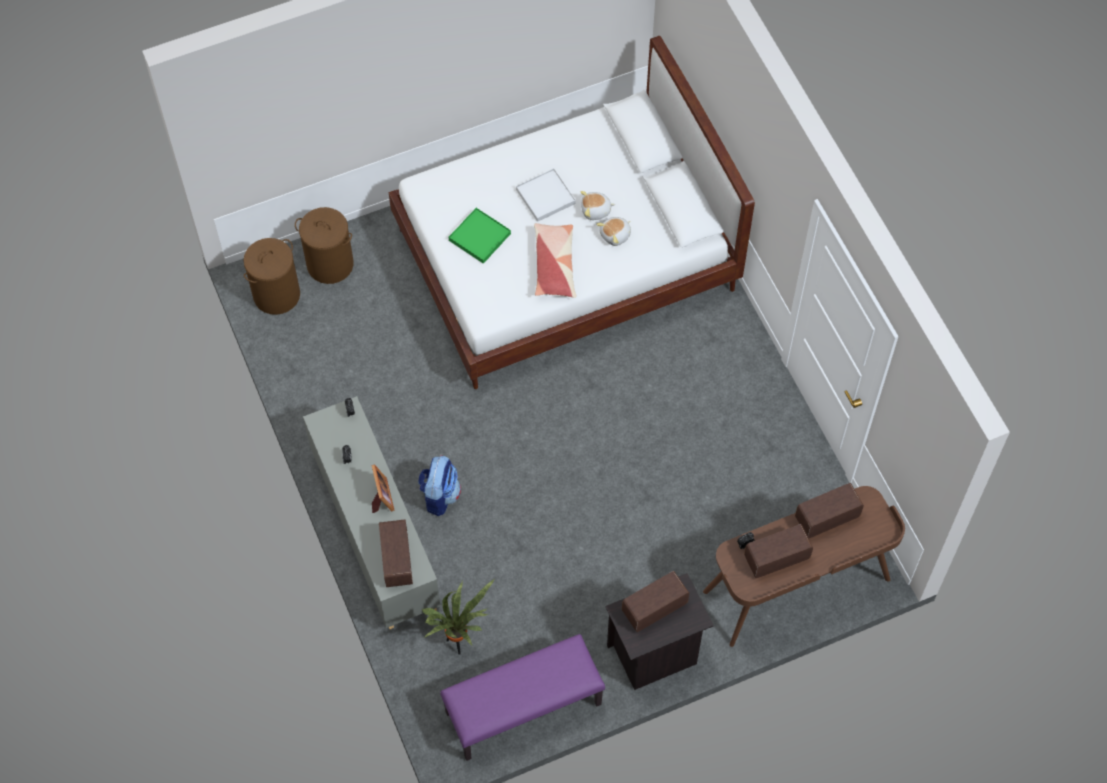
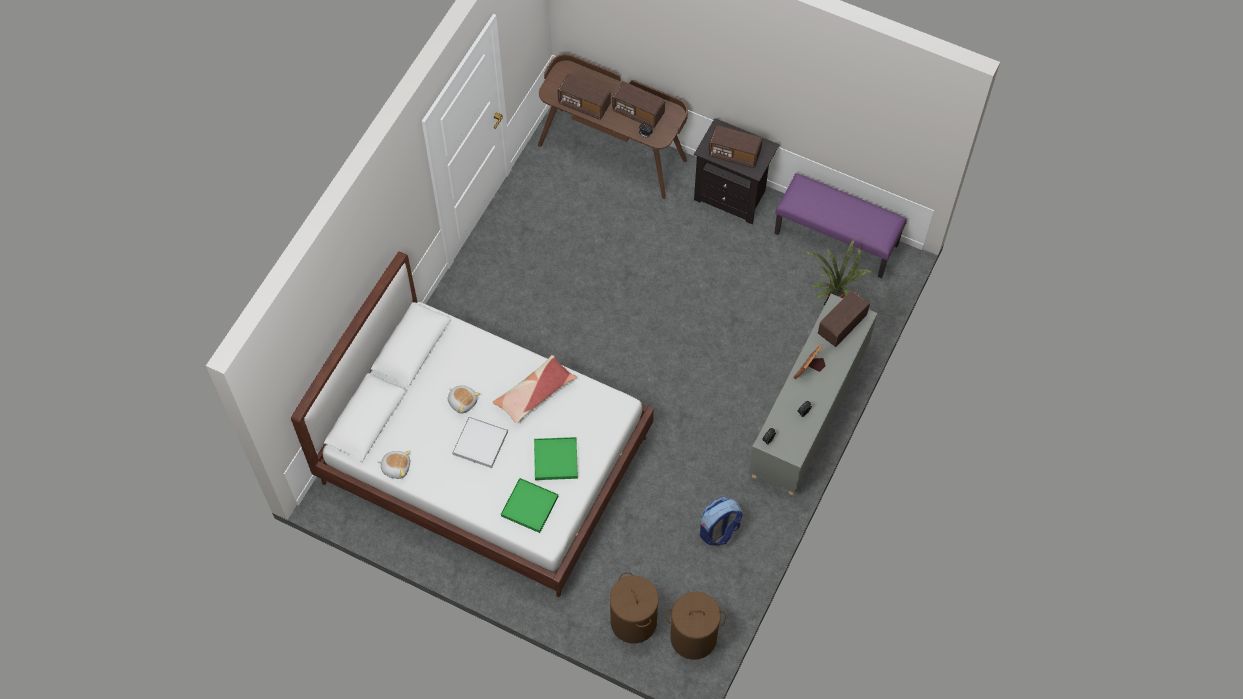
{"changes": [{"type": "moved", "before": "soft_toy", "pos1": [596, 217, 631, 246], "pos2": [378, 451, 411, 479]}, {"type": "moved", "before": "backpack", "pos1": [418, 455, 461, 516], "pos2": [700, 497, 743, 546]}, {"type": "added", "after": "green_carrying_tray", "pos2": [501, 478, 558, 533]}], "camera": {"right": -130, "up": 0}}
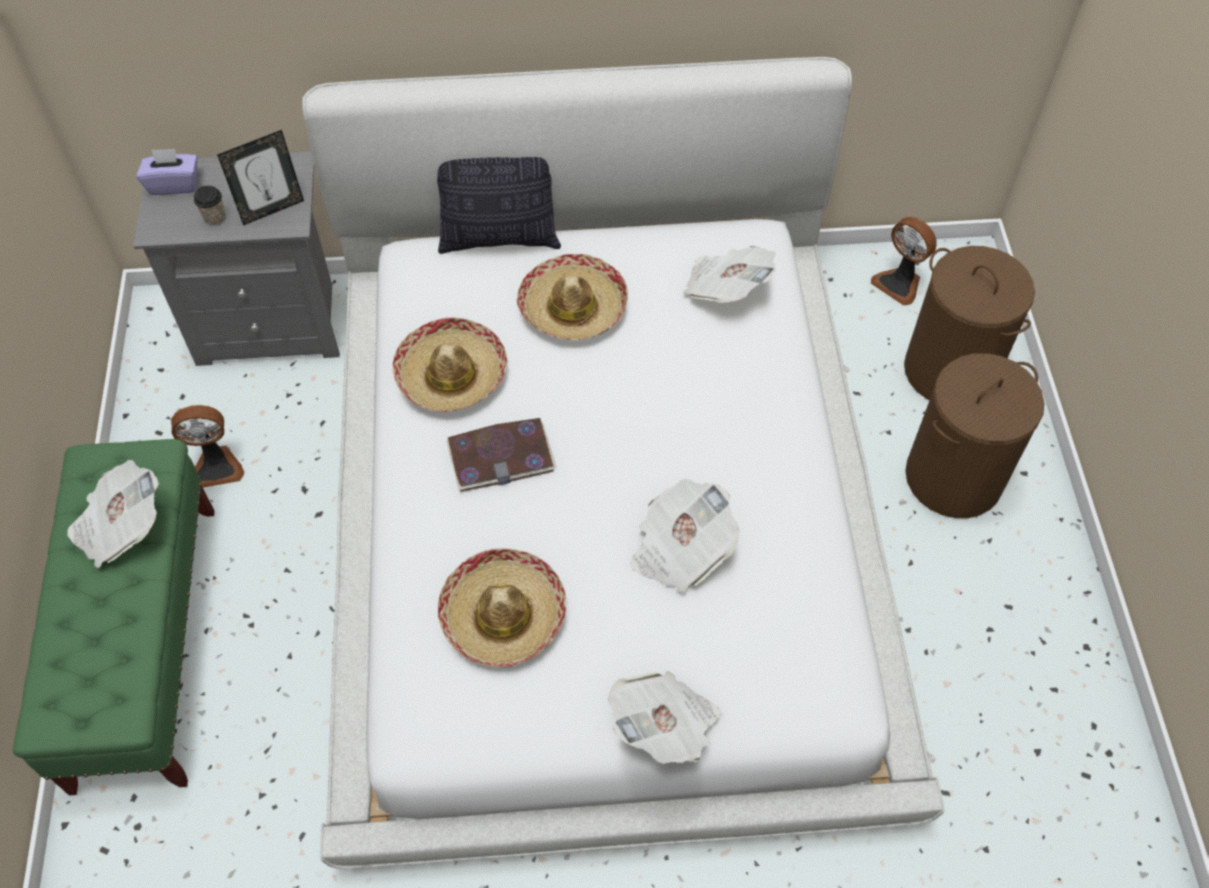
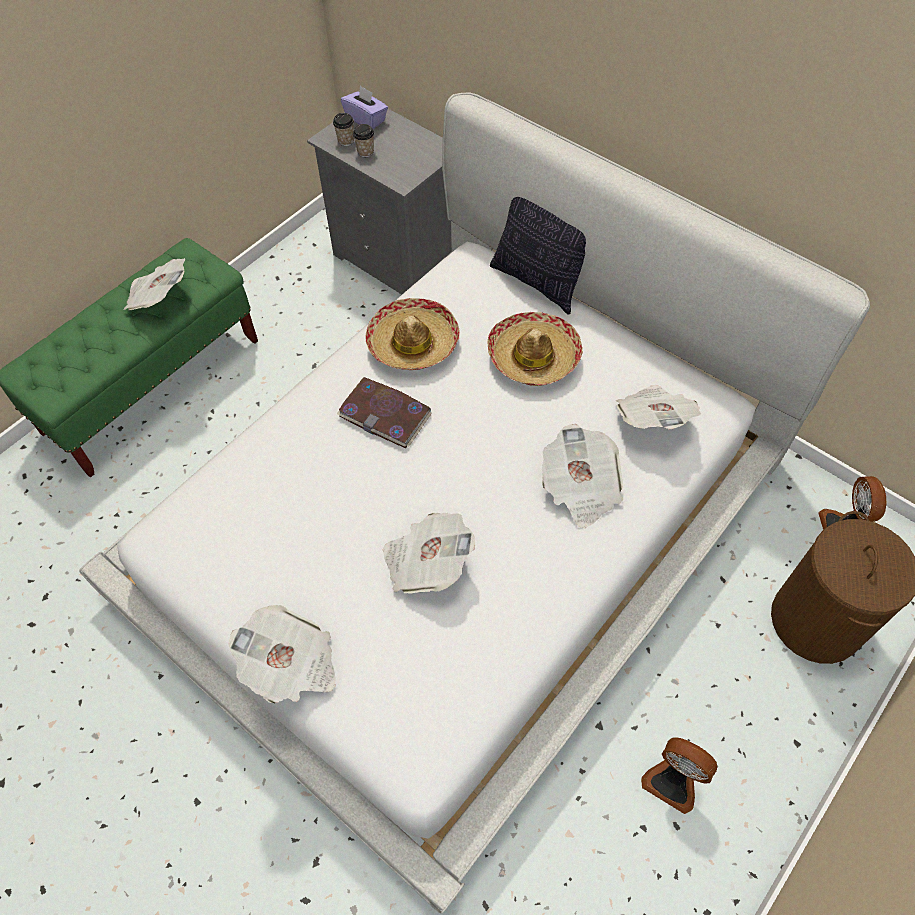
{"changes": [{"type": "removed", "before": "standing_frame", "pos1": [217, 130, 304, 226]}, {"type": "removed", "before": "brownish_laundry_basket", "pos1": [905, 353, 1044, 518]}, {"type": "moved", "before": "electric_fan", "pos1": [171, 405, 244, 487], "pos2": [641, 737, 717, 814]}, {"type": "removed", "before": "clothing_hat", "pos1": [438, 548, 567, 667]}, {"type": "added", "after": "small_cup", "pos2": [333, 113, 354, 146]}, {"type": "added", "after": "printed_paper", "pos2": [542, 424, 623, 528]}], "camera": {"right": 45, "up": 0}}
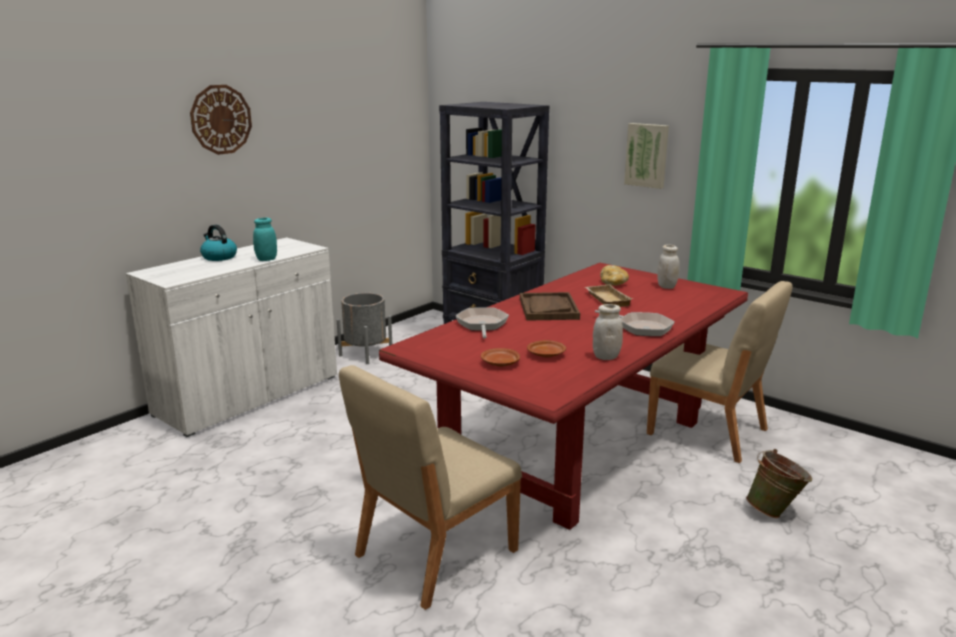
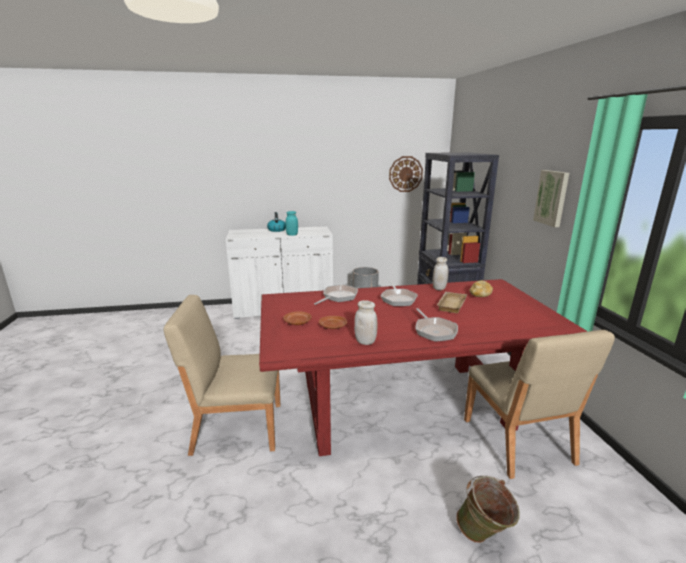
{"changes": [{"type": "moved", "before": "clock_on_the_wall", "pos1": [190, 85, 252, 155], "pos2": [389, 156, 423, 192]}, {"type": "moved", "before": "whitish_storage_jar", "pos1": [657, 245, 679, 289], "pos2": [432, 257, 448, 291]}, {"type": "replaced", "before": "brownish_carrying_tray", "after": "frying_pan", "pos1": [520, 292, 580, 321], "pos2": [380, 282, 418, 306]}], "camera": {"right": 40, "up": 0}}
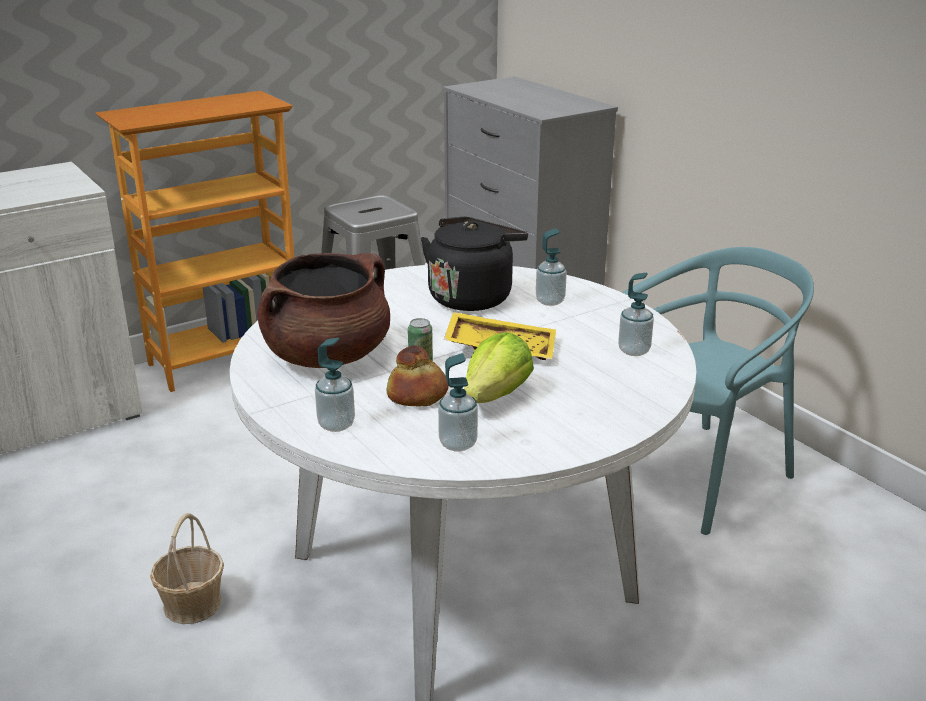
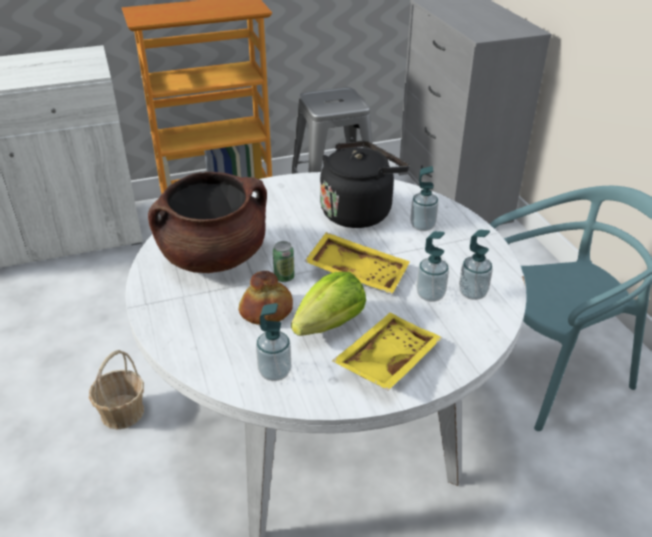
{"changes": [{"type": "moved", "before": "soap_dispenser", "pos1": [315, 338, 355, 432], "pos2": [416, 231, 449, 302]}, {"type": "added", "after": "yellow-coloured_carrying_tray", "pos2": [332, 312, 442, 390]}], "camera": {"right": 15, "up": 10}}
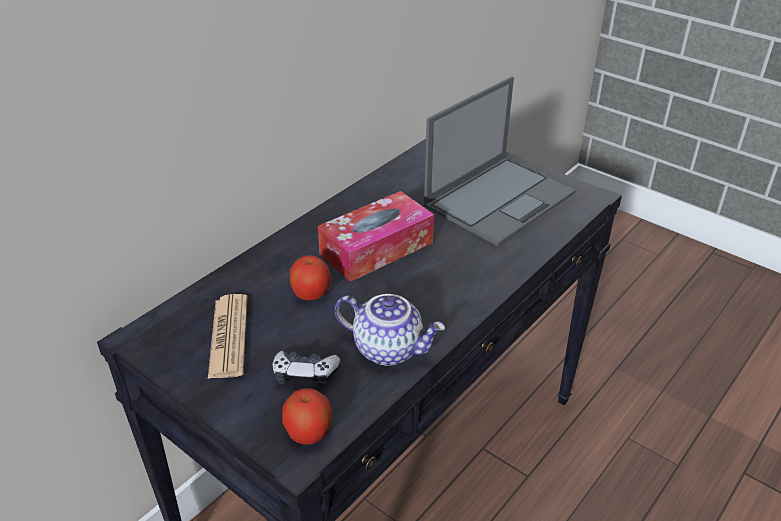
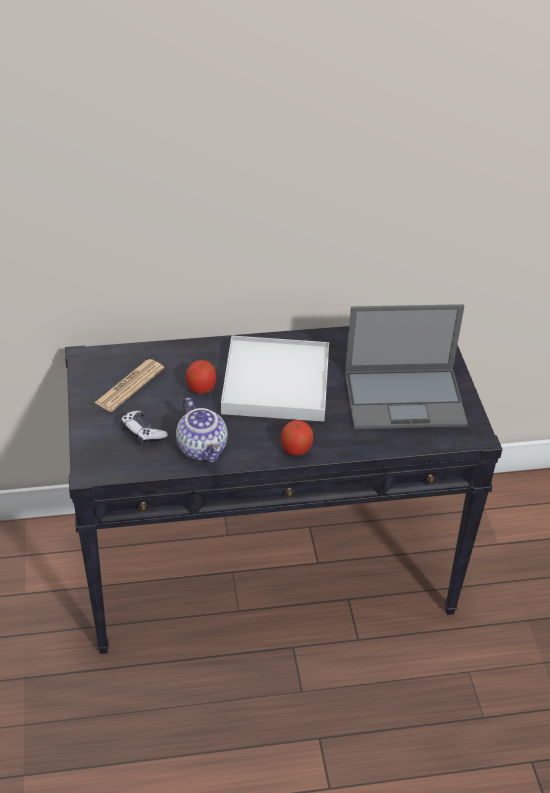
{"changes": [{"type": "replaced", "before": "tissue_holder", "after": "whitish_carrying_tray", "pos1": [318, 191, 434, 282], "pos2": [221, 336, 329, 422]}, {"type": "moved", "before": "apple", "pos1": [282, 388, 332, 445], "pos2": [281, 420, 313, 456]}], "camera": {"right": 40, "up": 5}}
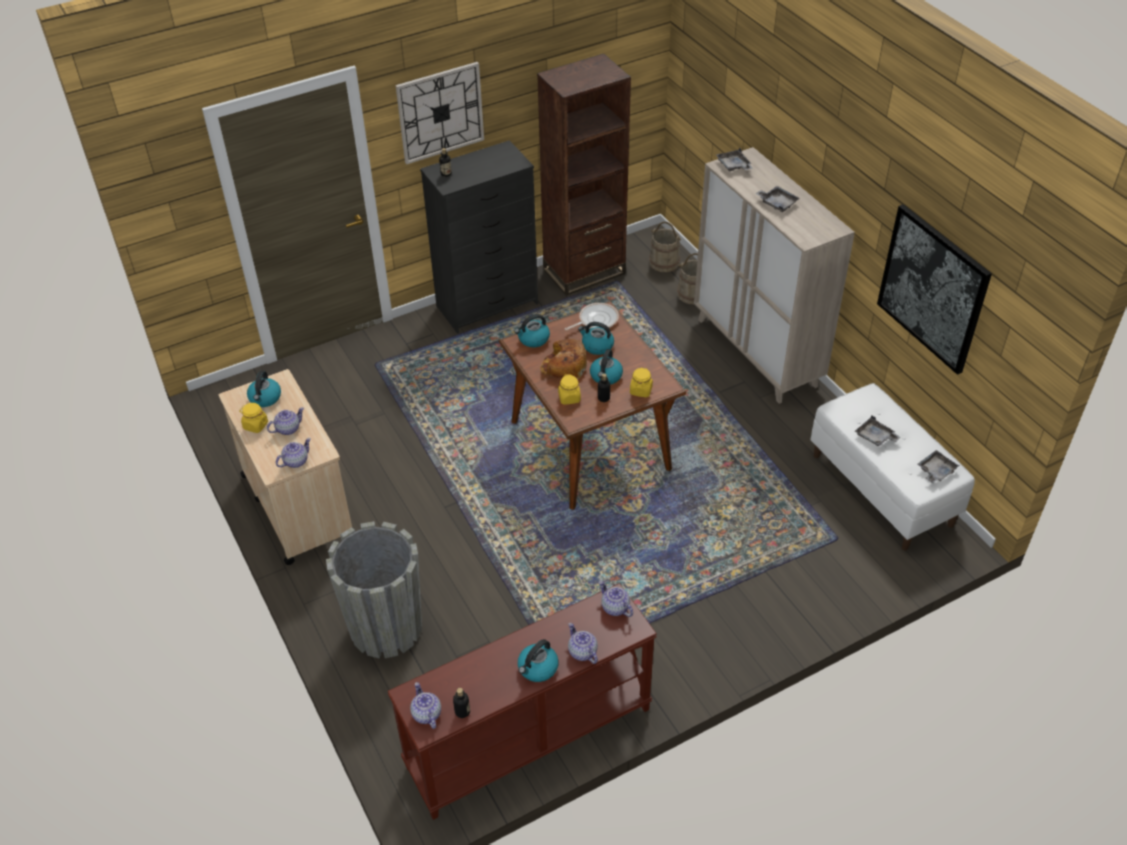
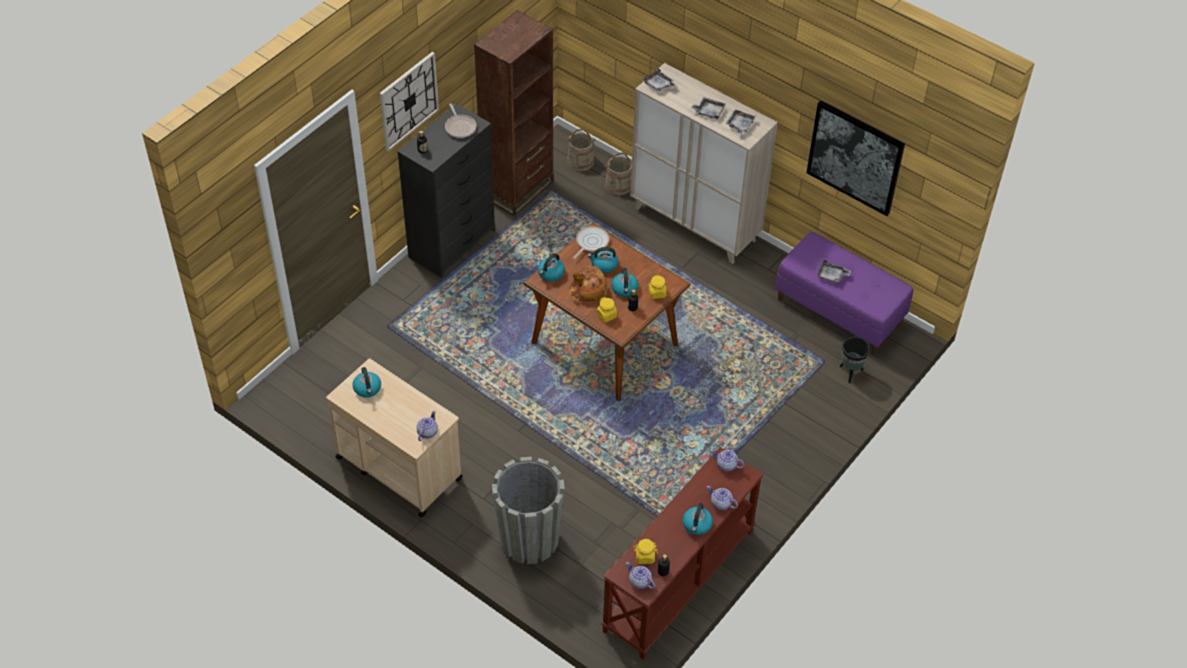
{"changes": [{"type": "recoloured", "before": "whitish_bench", "after": "purplish_bench", "pos1": [810, 383, 975, 551], "pos2": [775, 232, 913, 355]}, {"type": "moved", "before": "yellow-coloured_storage_jar", "pos1": [239, 403, 268, 433], "pos2": [633, 539, 658, 564]}, {"type": "removed", "before": "pot_for_tea", "pos1": [267, 407, 304, 435]}, {"type": "moved", "before": "gray_carrying_tray", "pos1": [918, 450, 959, 483], "pos2": [726, 109, 755, 134]}, {"type": "added", "after": "frying_pan", "pos2": [445, 103, 476, 138]}, {"type": "added", "after": "blackish_planter", "pos2": [840, 337, 870, 383]}], "camera": {"right": -25, "up": 5}}
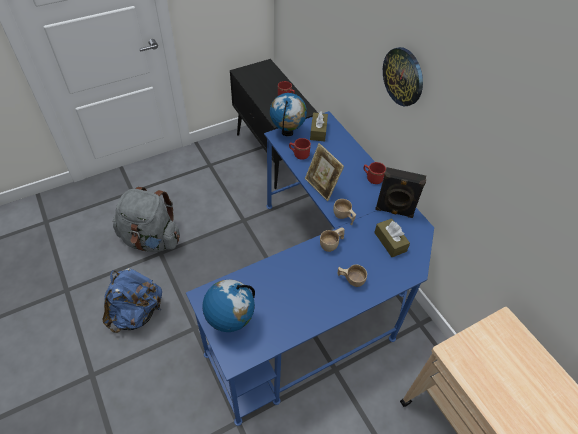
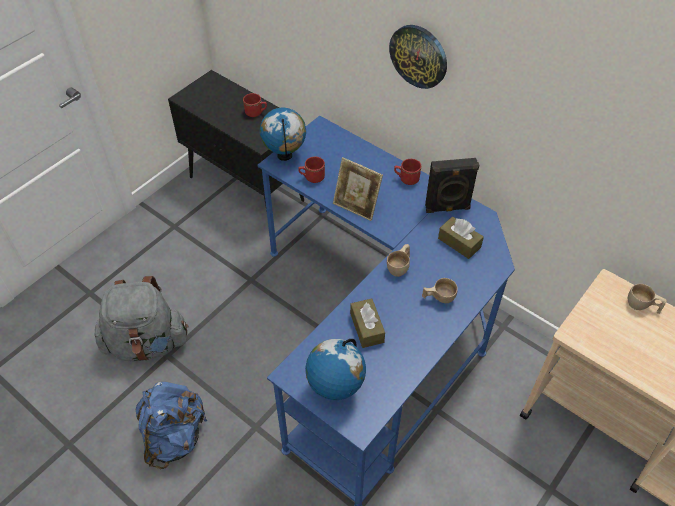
{"changes": [{"type": "moved", "before": "brownish_tissue_holder", "pos1": [310, 111, 328, 141], "pos2": [350, 298, 385, 348]}, {"type": "moved", "before": "beige_small_cup", "pos1": [333, 199, 356, 225], "pos2": [628, 284, 667, 314]}], "camera": {"right": -20, "up": 0}}
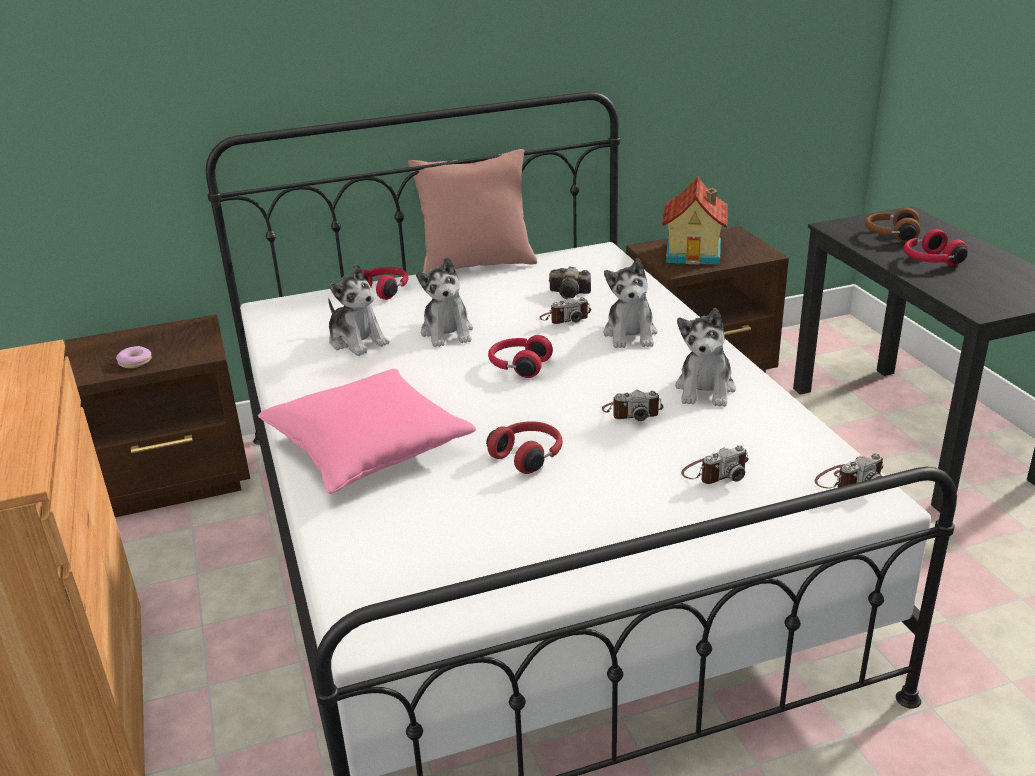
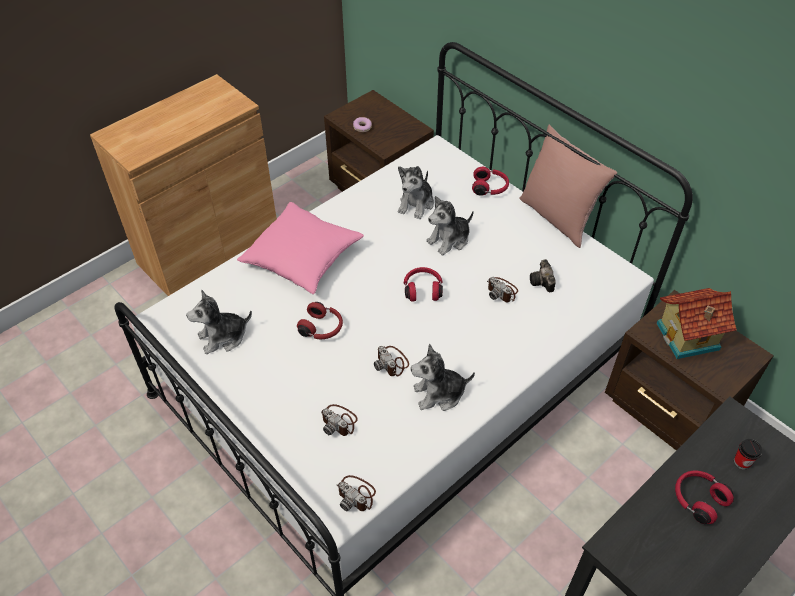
{"changes": [{"type": "replaced", "before": "brownish_headset", "after": "small_cup", "pos1": [865, 208, 920, 242], "pos2": [734, 439, 762, 470]}, {"type": "moved", "before": "soft_toy", "pos1": [604, 258, 657, 348], "pos2": [186, 290, 252, 354]}], "camera": {"right": 65, "up": 20}}
